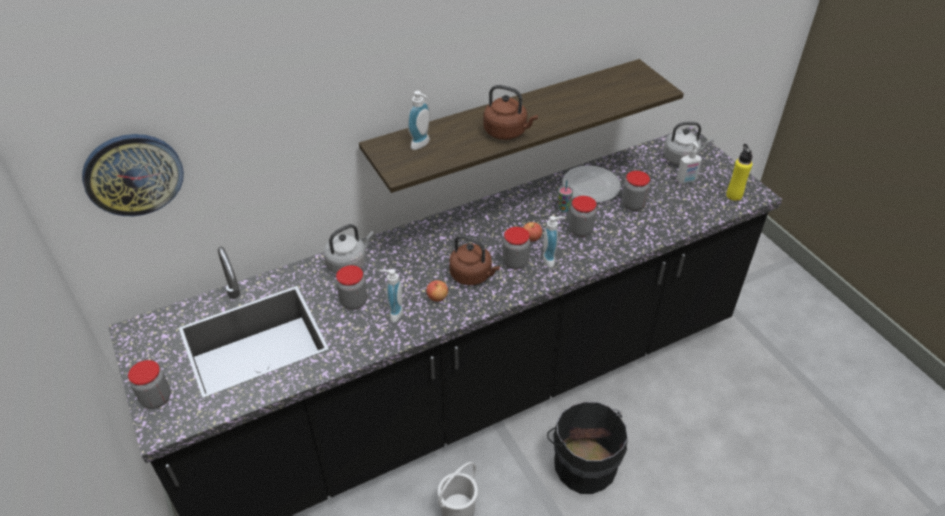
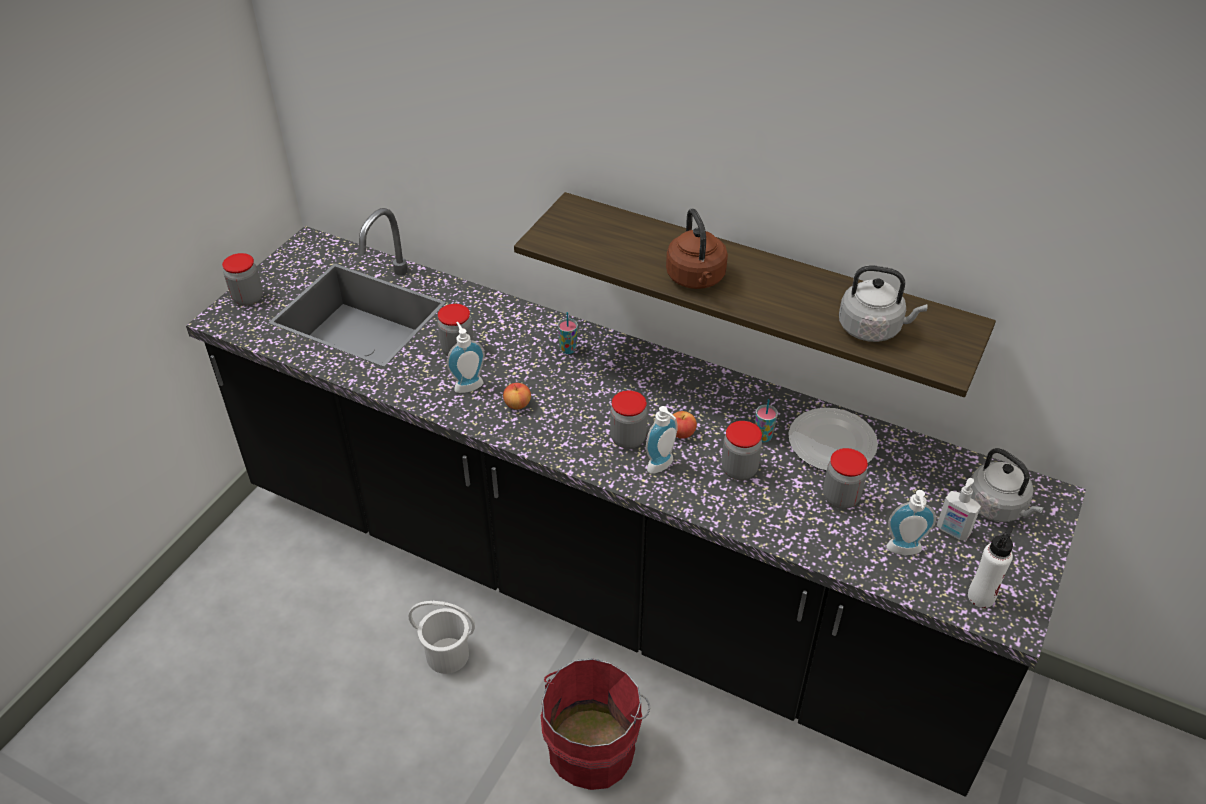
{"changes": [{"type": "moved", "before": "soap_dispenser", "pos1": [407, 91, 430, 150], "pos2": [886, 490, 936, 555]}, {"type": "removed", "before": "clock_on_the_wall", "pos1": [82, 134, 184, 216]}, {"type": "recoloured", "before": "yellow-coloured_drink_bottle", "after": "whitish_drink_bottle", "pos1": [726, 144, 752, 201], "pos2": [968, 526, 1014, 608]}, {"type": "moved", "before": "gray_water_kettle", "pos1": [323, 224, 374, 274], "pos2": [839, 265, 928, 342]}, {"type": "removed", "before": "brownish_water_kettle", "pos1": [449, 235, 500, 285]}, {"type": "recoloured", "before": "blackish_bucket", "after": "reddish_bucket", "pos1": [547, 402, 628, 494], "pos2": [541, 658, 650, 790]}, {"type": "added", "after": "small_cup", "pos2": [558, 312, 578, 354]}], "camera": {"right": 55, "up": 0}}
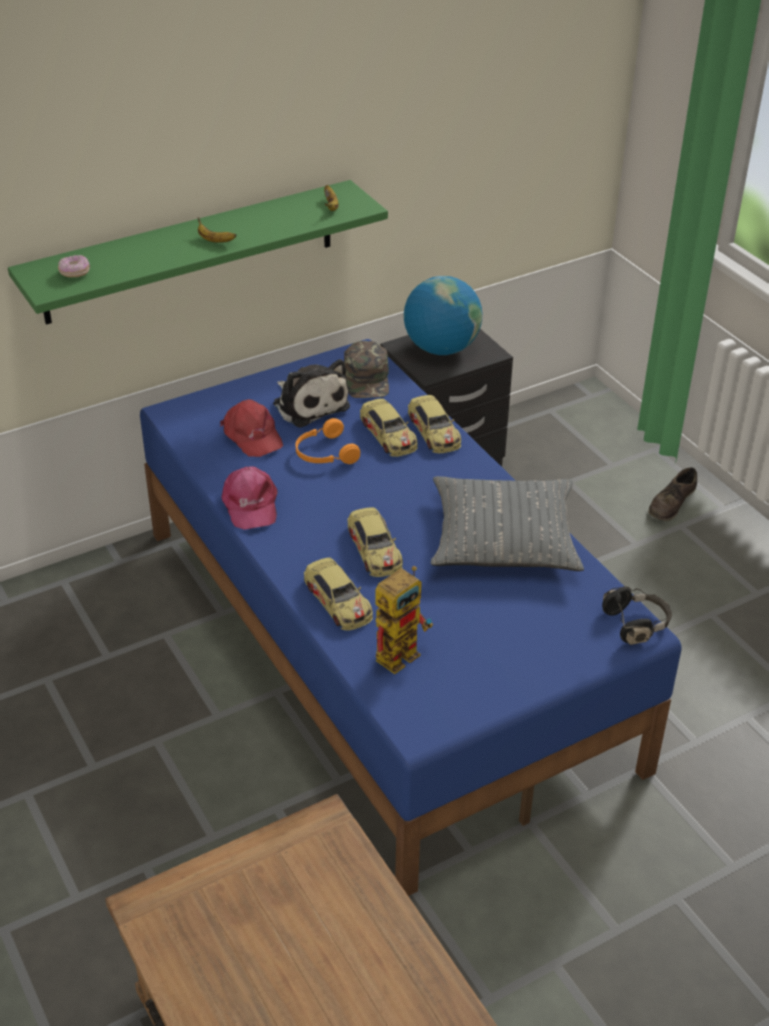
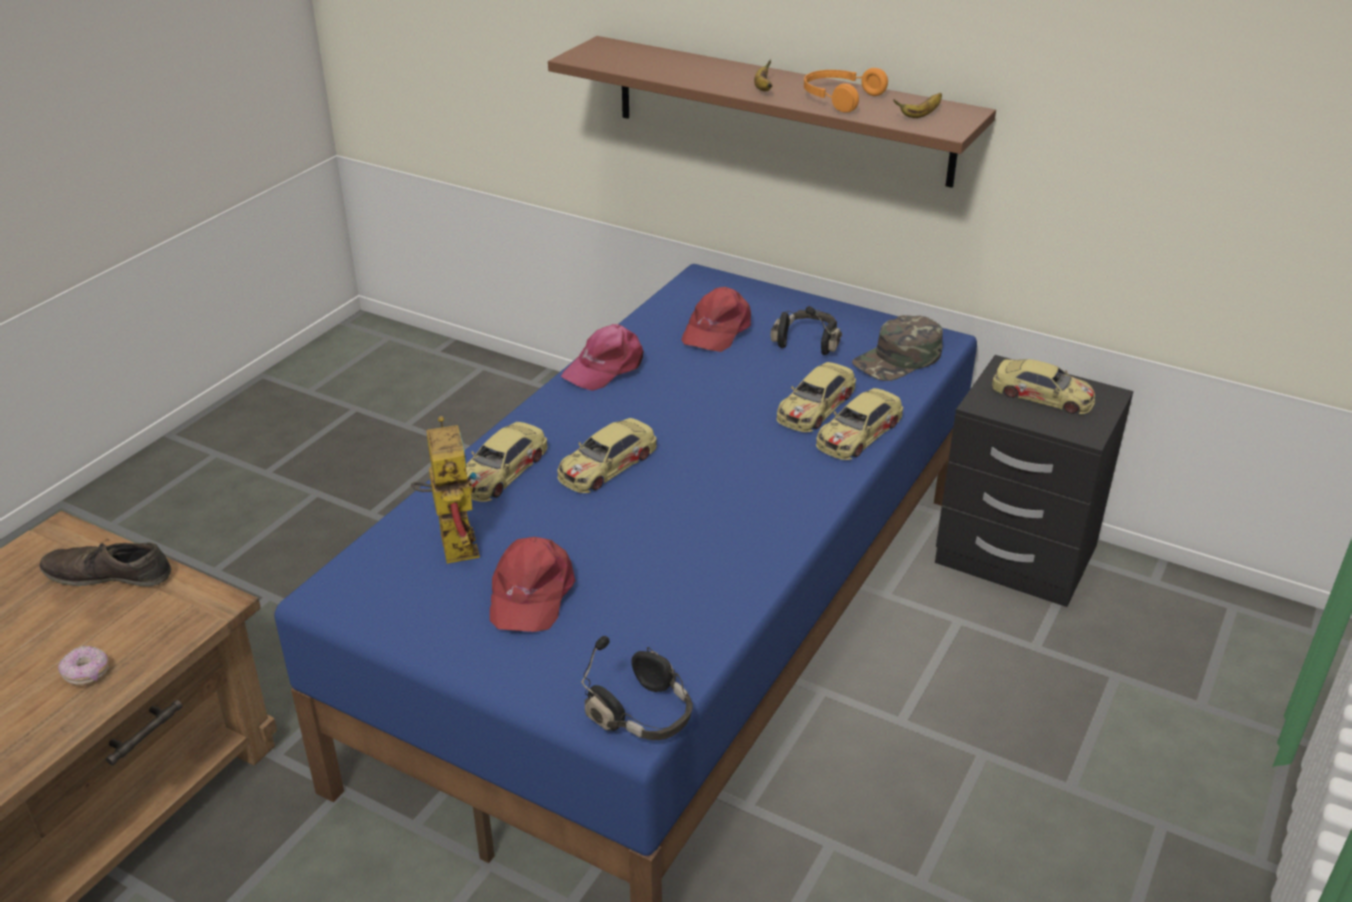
{"changes": [{"type": "recoloured", "before": "green_bracket_shelf", "after": "brownish_bracket_shelf", "pos1": [8, 180, 388, 325], "pos2": [548, 36, 996, 188]}, {"type": "moved", "before": "doughnut", "pos1": [58, 255, 90, 277], "pos2": [58, 645, 109, 686]}, {"type": "replaced", "before": "globe", "after": "toy_car", "pos1": [404, 276, 482, 355], "pos2": [992, 359, 1095, 414]}, {"type": "replaced", "before": "soft_toy", "after": "blackish_headset", "pos1": [273, 359, 350, 428], "pos2": [770, 306, 842, 355]}, {"type": "moved", "before": "orangey_headset", "pos1": [296, 418, 360, 464], "pos2": [804, 68, 888, 113]}, {"type": "moved", "before": "brownish_low_shoe", "pos1": [648, 467, 697, 521], "pos2": [39, 539, 171, 587]}, {"type": "removed", "before": "gray_throw_pillow", "pos1": [431, 476, 584, 571]}, {"type": "turned", "before": "model_robot", "pos1": [376, 566, 433, 674], "pos2": [411, 416, 480, 564], "turn": -120}, {"type": "added", "after": "reddish_baseball_cap", "pos2": [490, 537, 576, 632]}], "camera": {"right": 60, "up": -5}}
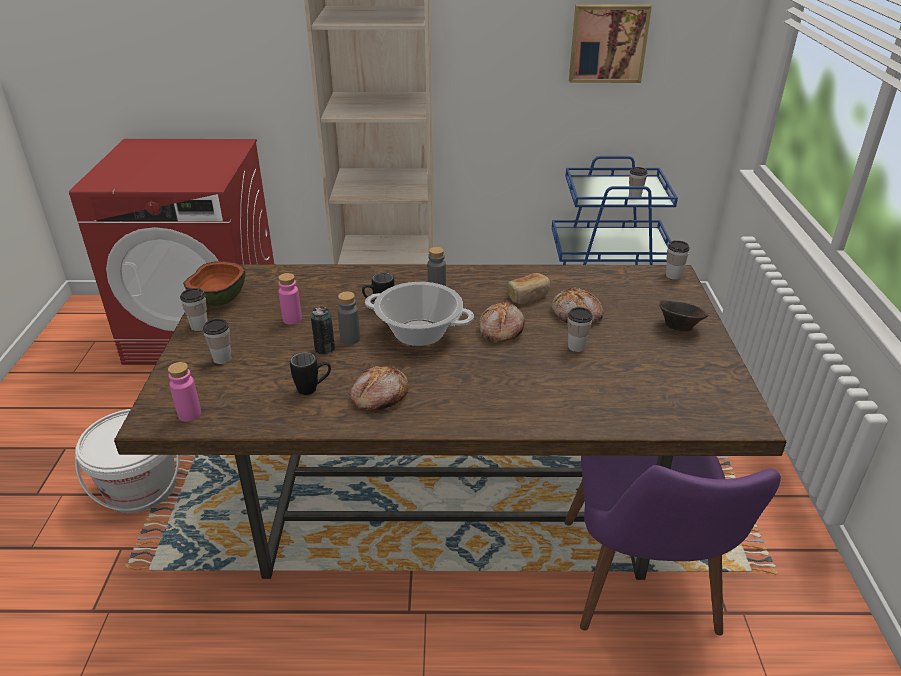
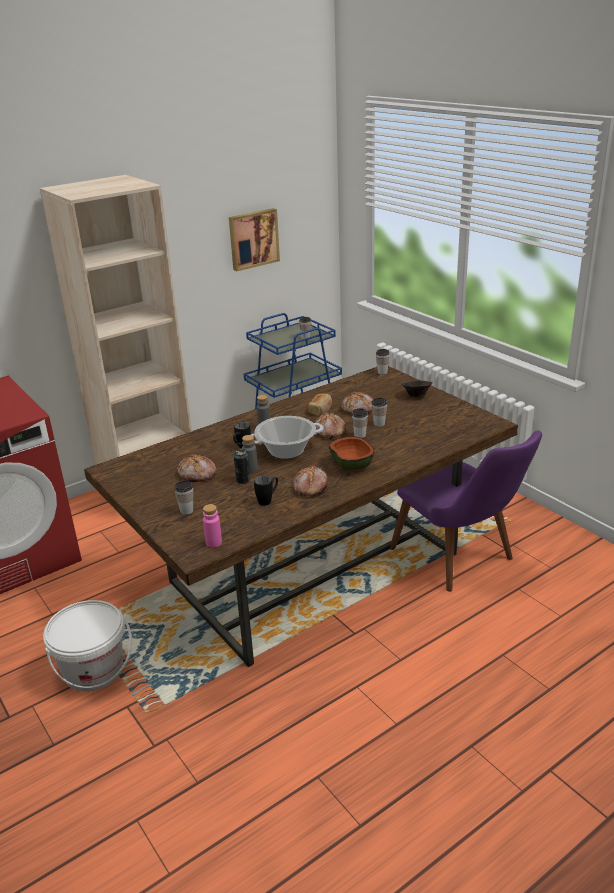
{"changes": [{"type": "moved", "before": "serving_bowl", "pos1": [183, 261, 245, 306], "pos2": [329, 436, 374, 471]}, {"type": "replaced", "before": "pink_drink_bottle", "after": "bakery_bread", "pos1": [278, 273, 302, 325], "pos2": [177, 454, 217, 482]}, {"type": "moved", "before": "small_cup", "pos1": [180, 288, 207, 331], "pos2": [352, 408, 368, 438]}], "camera": {"right": -35, "up": -5}}
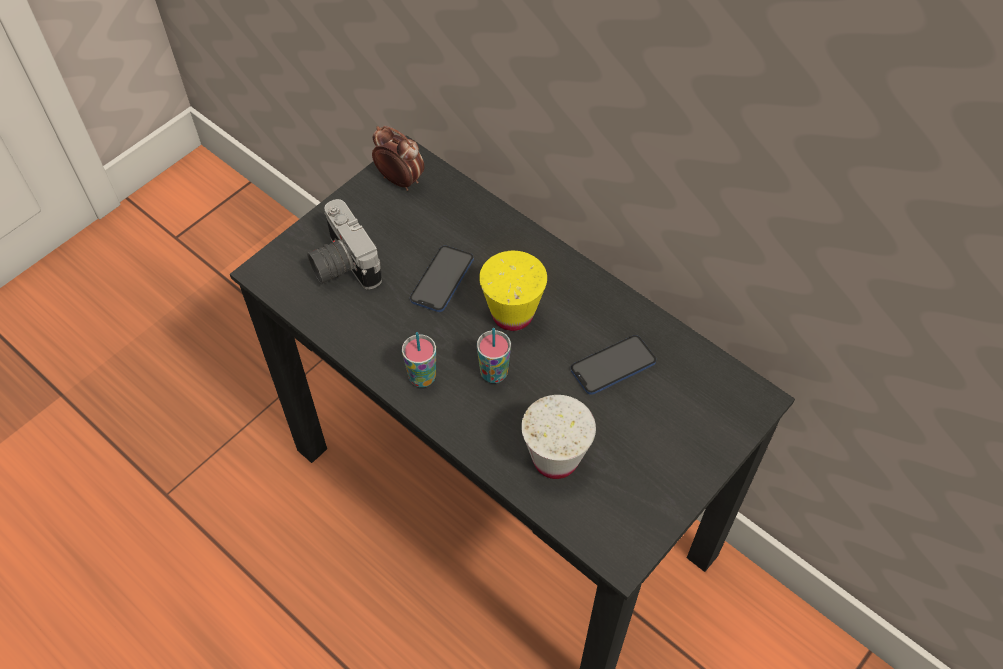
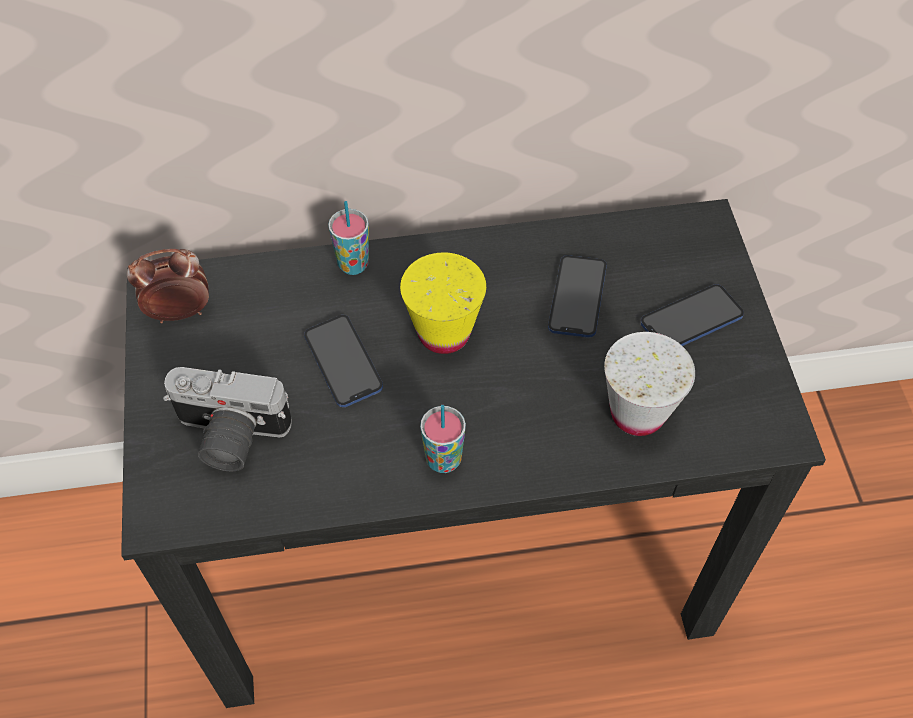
{"changes": [{"type": "moved", "before": "small_cup", "pos1": [477, 328, 511, 383], "pos2": [328, 201, 369, 275]}, {"type": "added", "after": "telephone", "pos2": [641, 284, 744, 346]}], "camera": {"right": -50, "up": 0}}
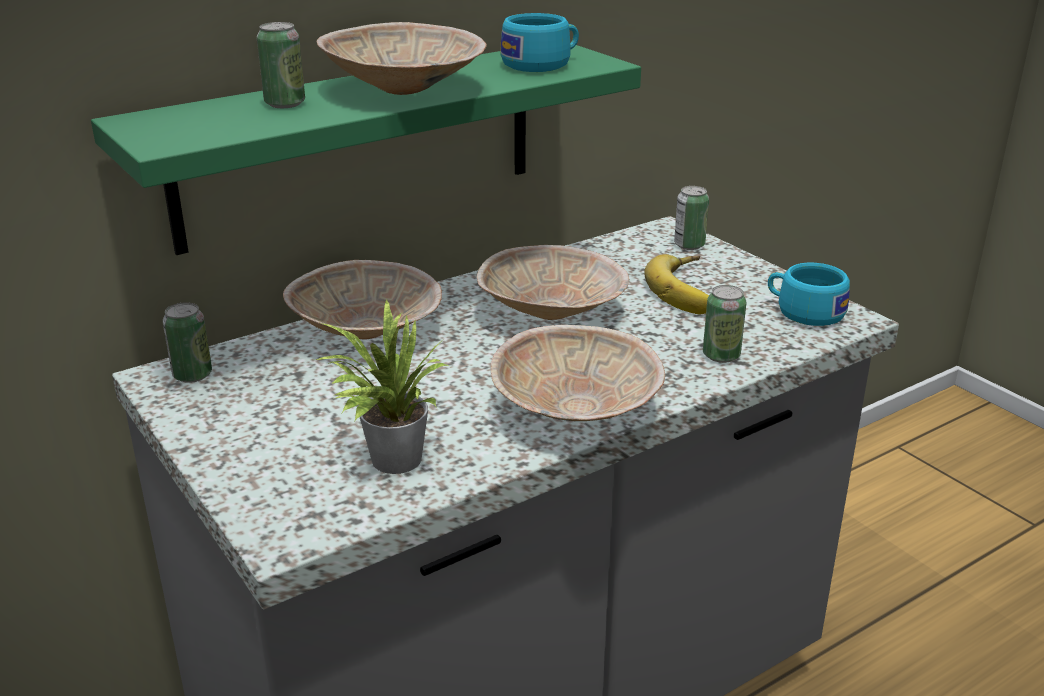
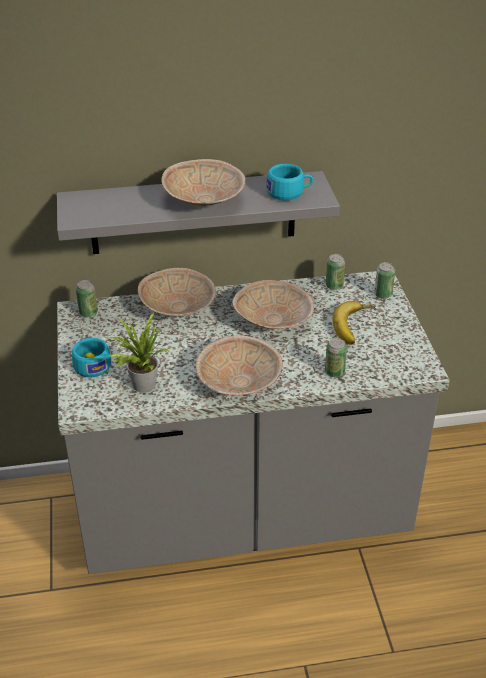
{"changes": [{"type": "moved", "before": "can", "pos1": [257, 22, 305, 108], "pos2": [326, 254, 345, 290]}, {"type": "recoloured", "before": "green_bracket_shelf", "after": "gray_bracket_shelf", "pos1": [91, 45, 641, 255], "pos2": [57, 171, 340, 254]}, {"type": "moved", "before": "turquoise_small_cup", "pos1": [768, 263, 850, 326], "pos2": [72, 338, 111, 378]}], "camera": {"right": 25, "up": 10}}
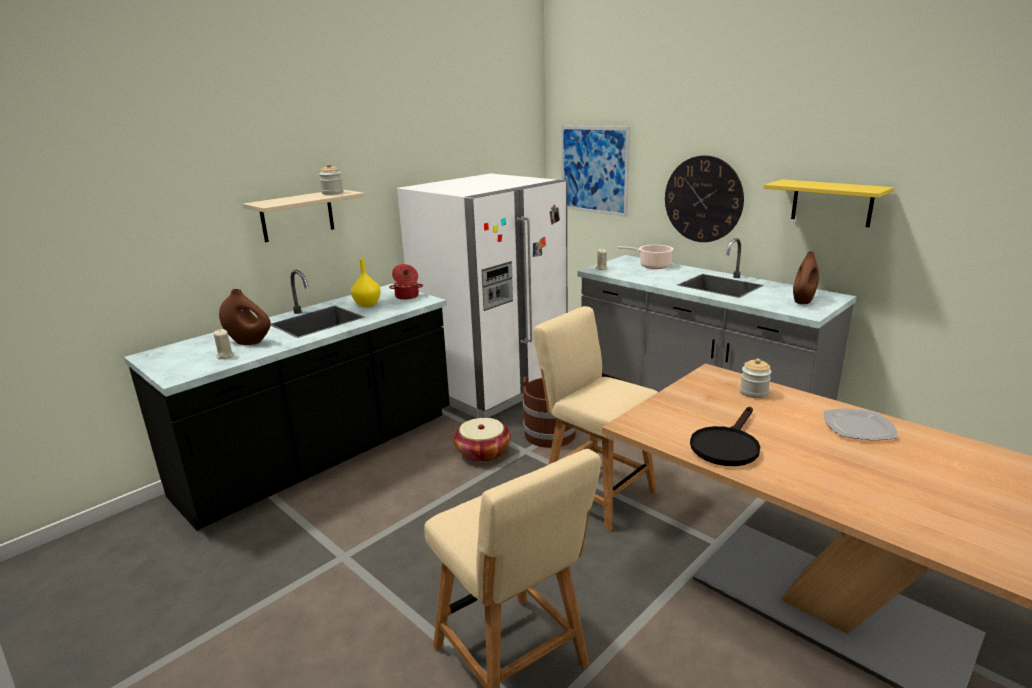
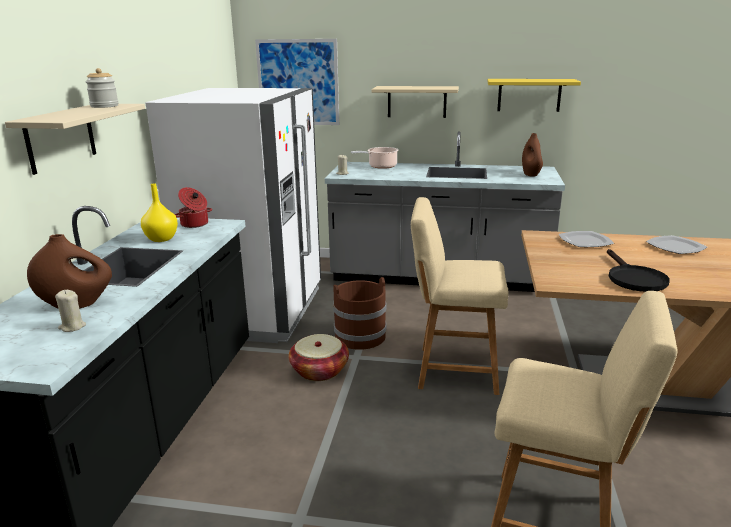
{"changes": [{"type": "replaced", "before": "clock_on_the_wall", "after": "beige_bracket_shelf", "pos1": [665, 155, 744, 242], "pos2": [372, 86, 459, 118]}, {"type": "replaced", "before": "storage_jar", "after": "dinner_plate", "pos1": [740, 358, 772, 398], "pos2": [559, 231, 614, 247]}], "camera": {"right": -35, "up": 0}}
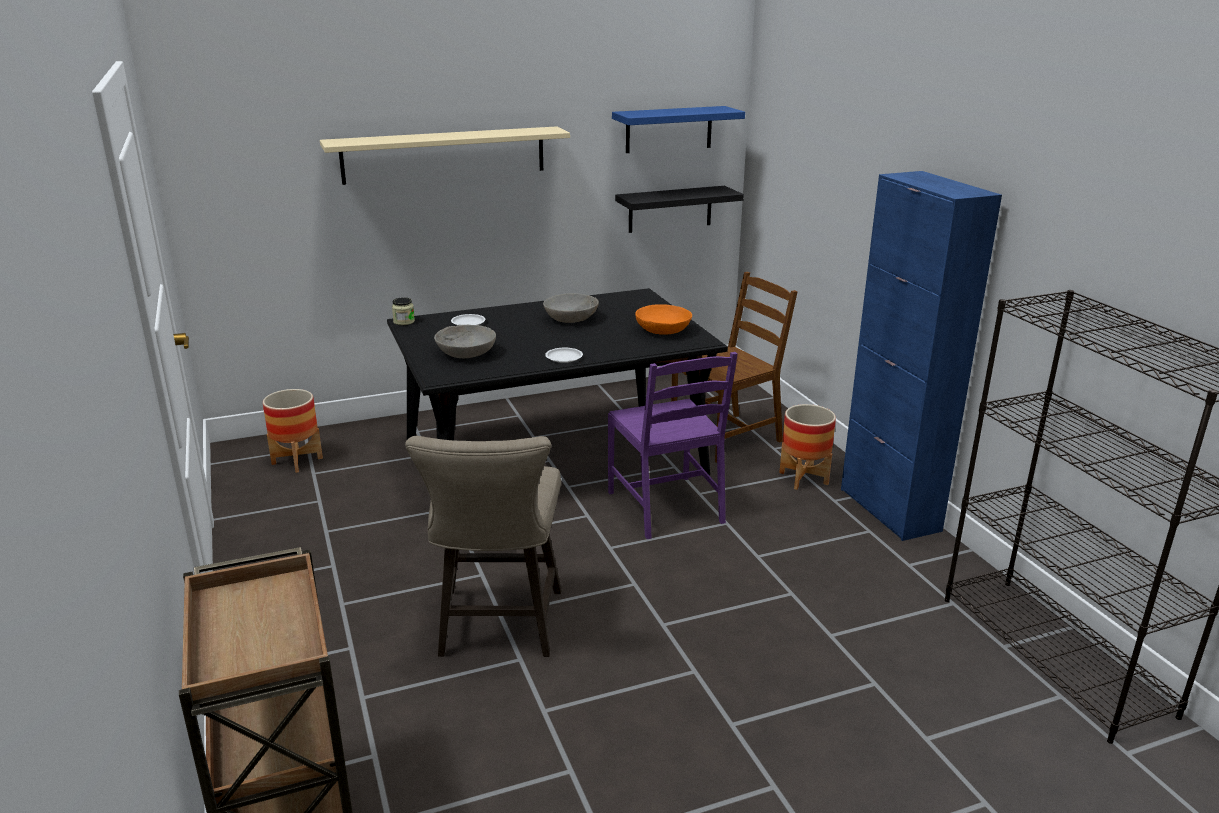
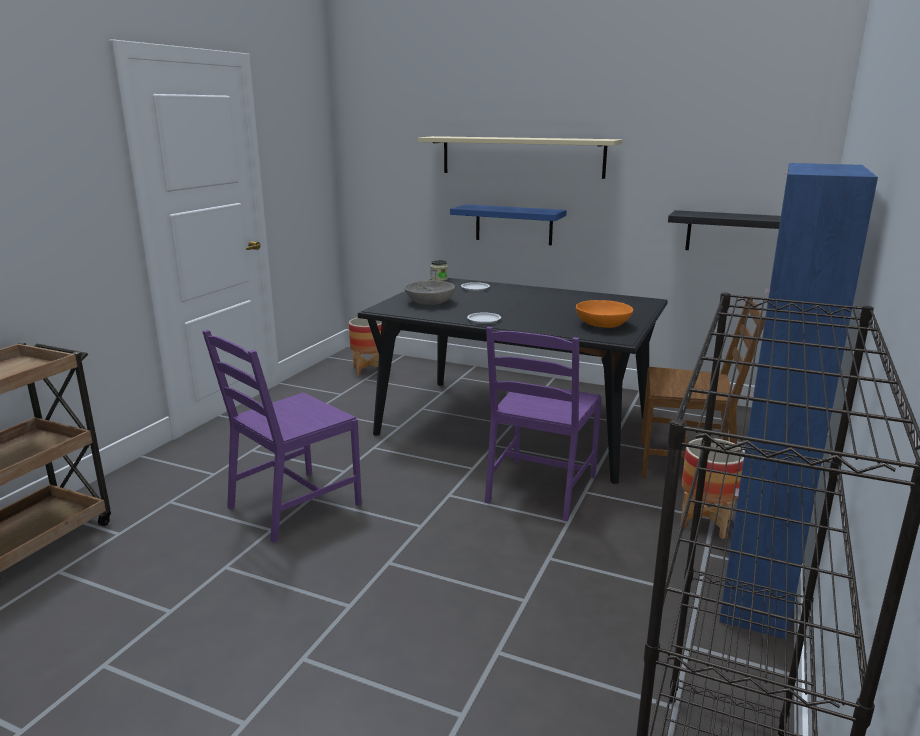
{"changes": [{"type": "moved", "before": "blue-coloured_bracket_shelf", "pos1": [612, 106, 745, 153], "pos2": [450, 204, 567, 245]}, {"type": "removed", "before": "gray_serving_bowl", "pos1": [543, 293, 599, 323]}, {"type": "replaced", "before": "beige_sitting_stool", "after": "purplish_plain_chair", "pos1": [405, 436, 561, 657], "pos2": [202, 330, 362, 543]}], "camera": {"right": 45, "up": -5}}
